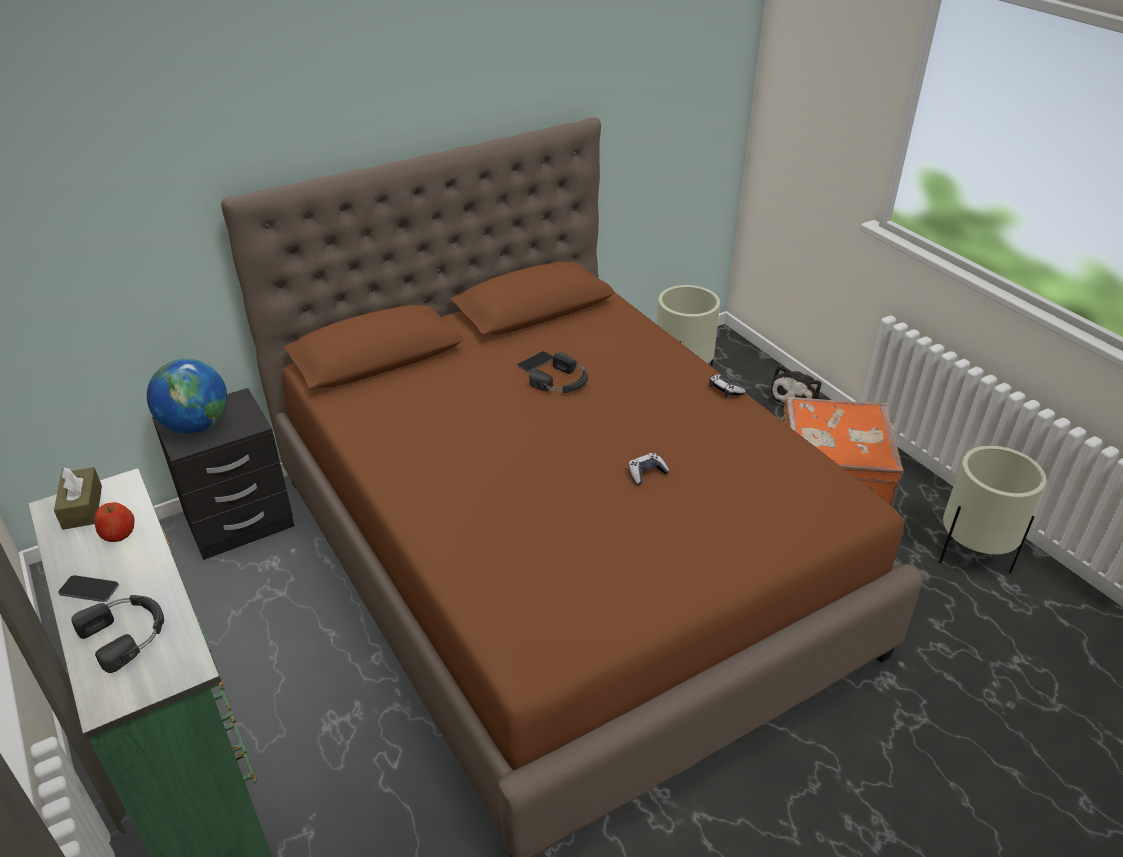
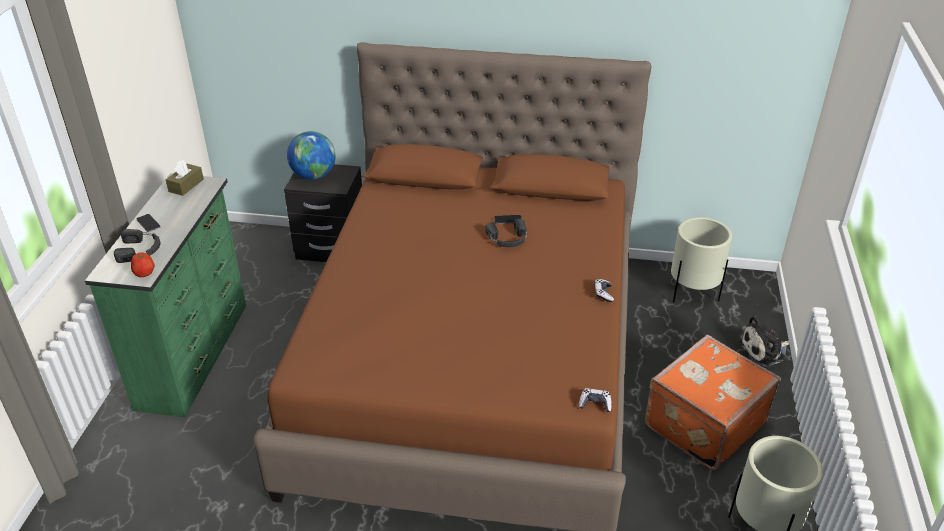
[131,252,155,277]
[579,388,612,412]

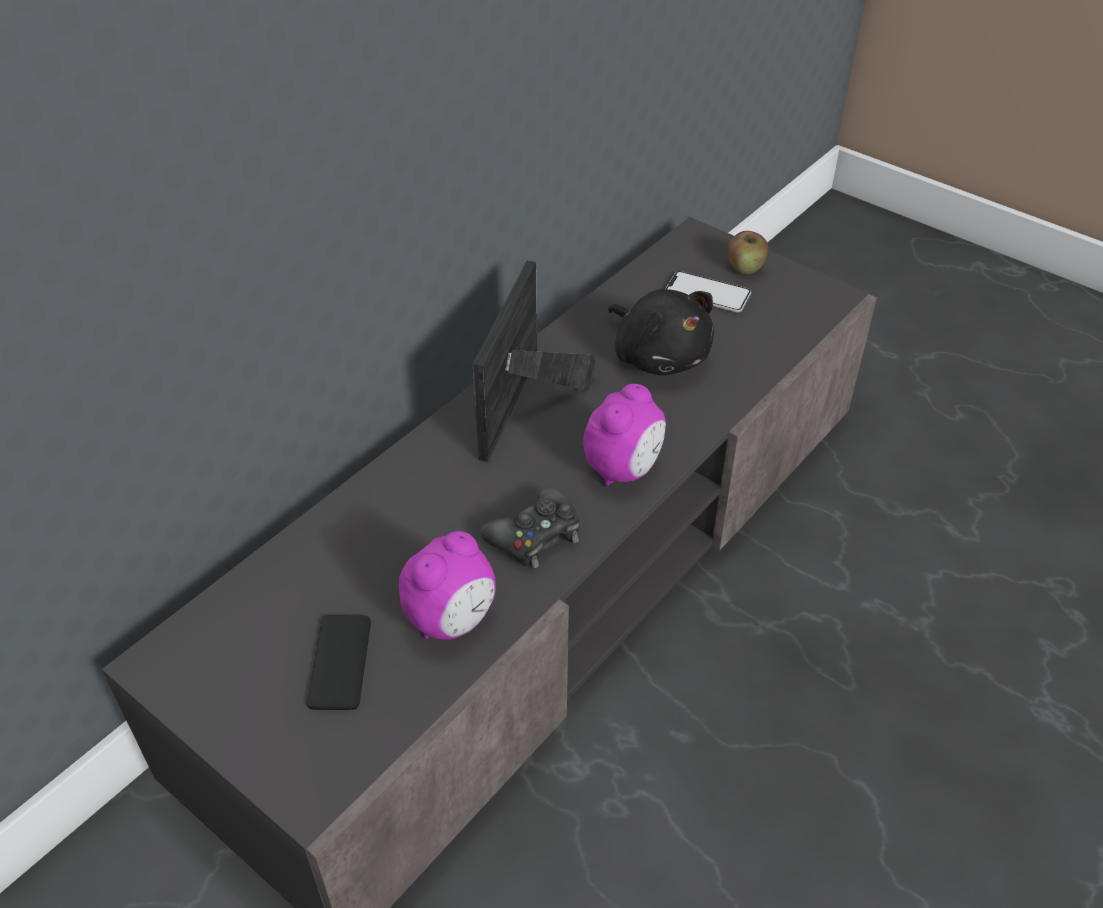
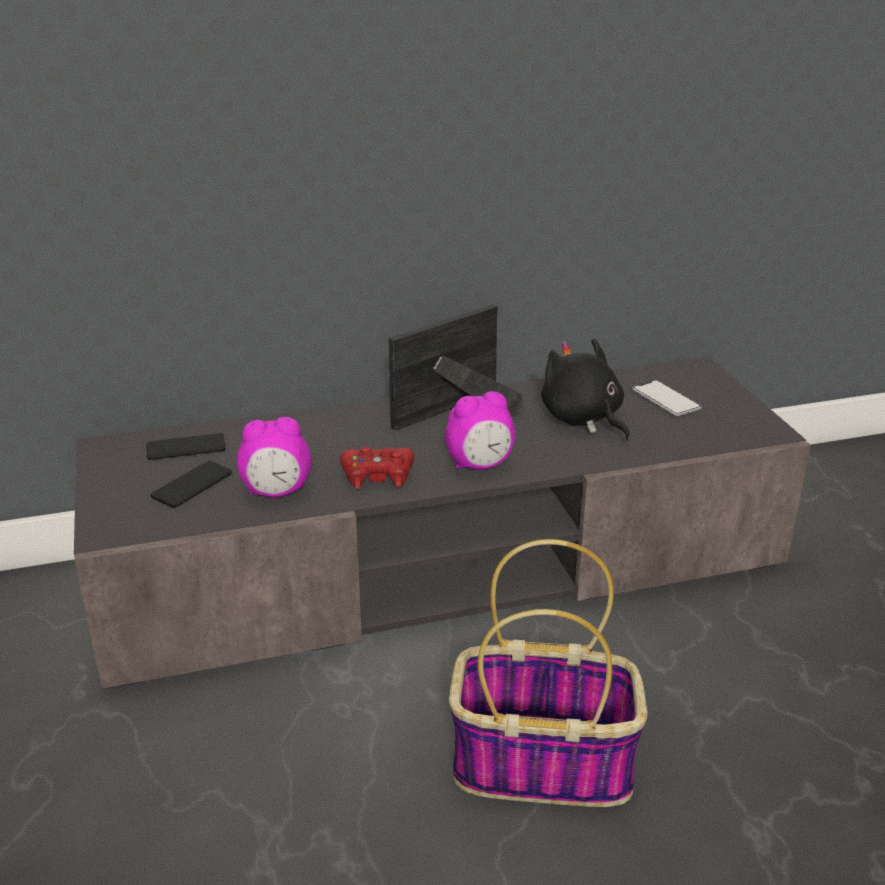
[728,231,769,274] (first image)
[147,433,225,460]
[449,539,647,807]
[340,447,414,489]
[541,338,630,441]

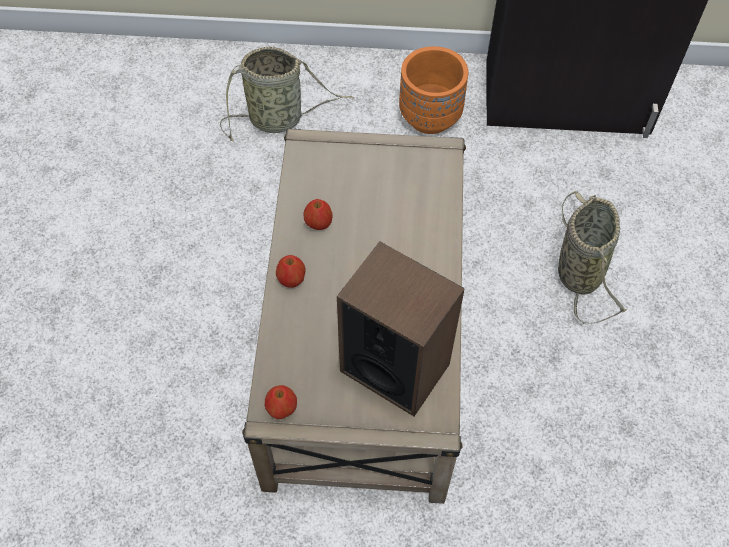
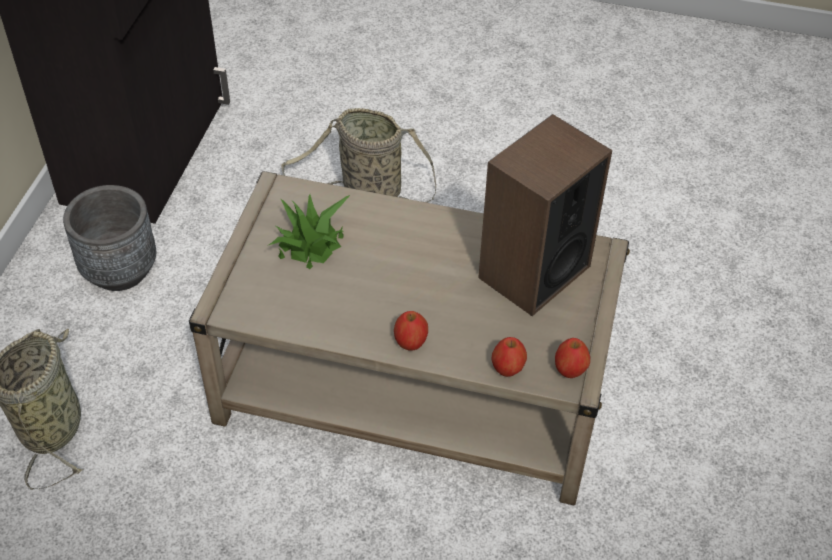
[267,195,350,269]
[492,337,527,377]
[63,185,156,291]

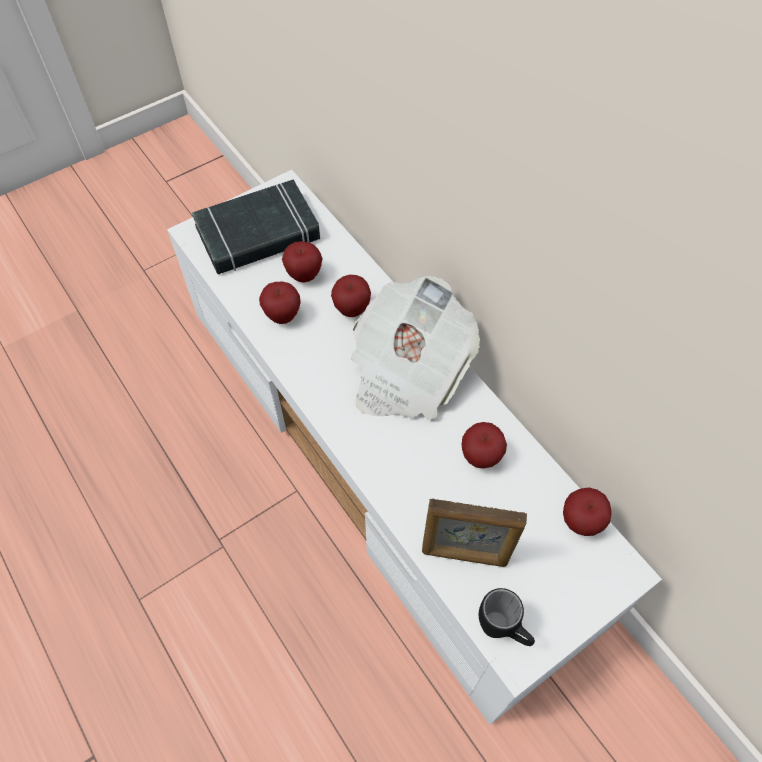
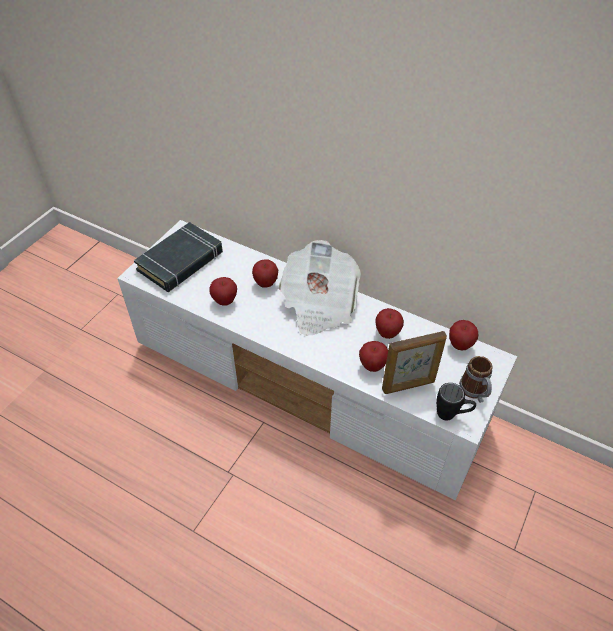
[459,356,493,403]
[359,341,388,372]

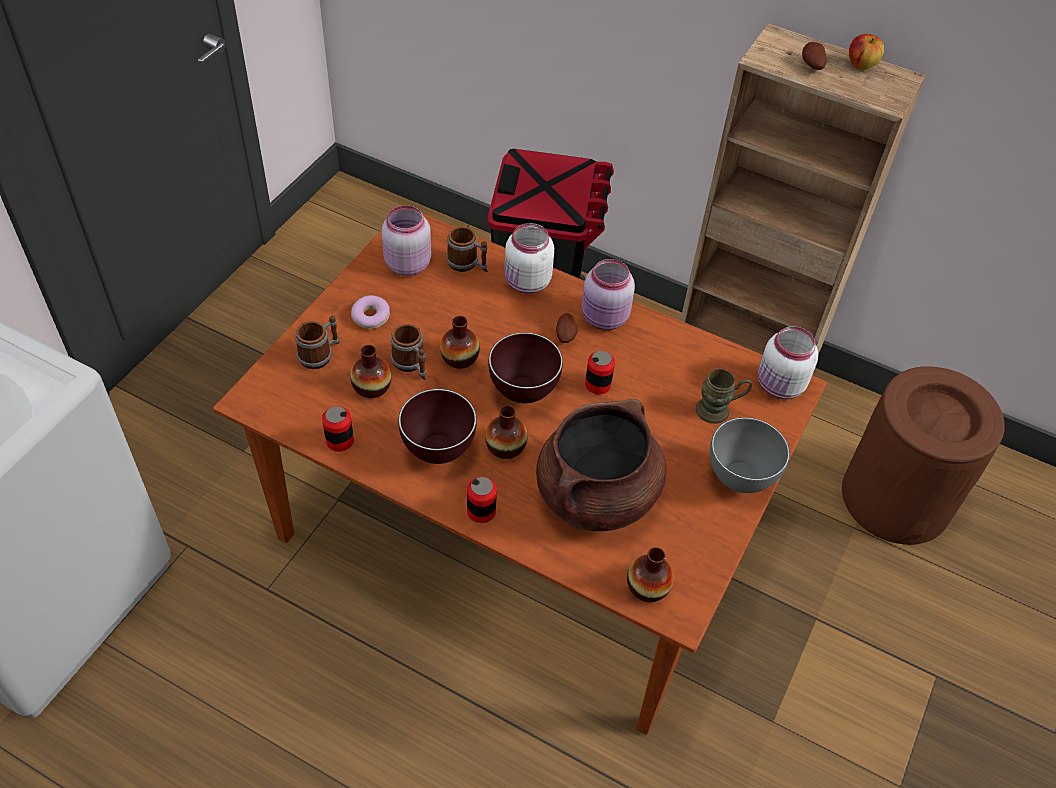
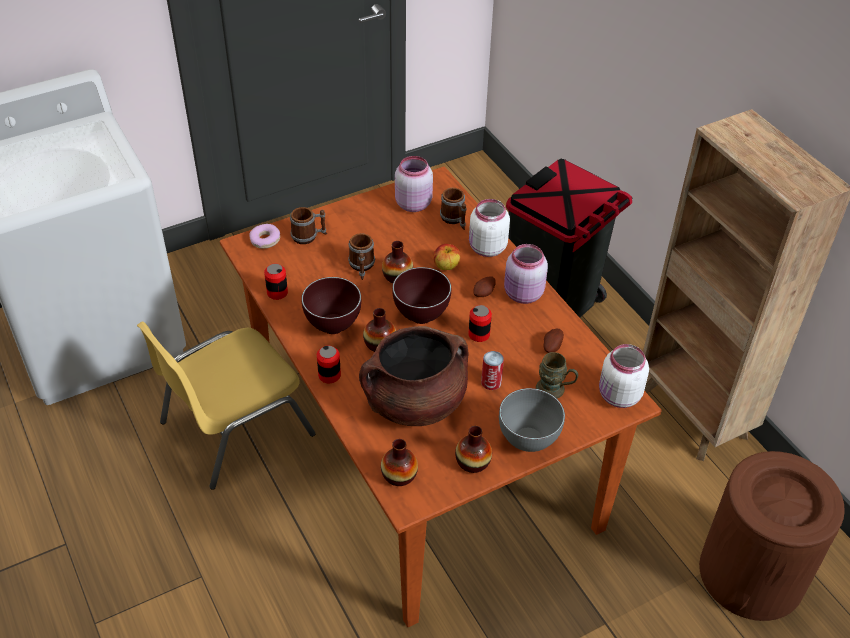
[137,322,316,490]
[481,351,504,390]
[455,426,492,473]
[249,224,280,249]
[544,329,564,353]
[433,244,460,270]

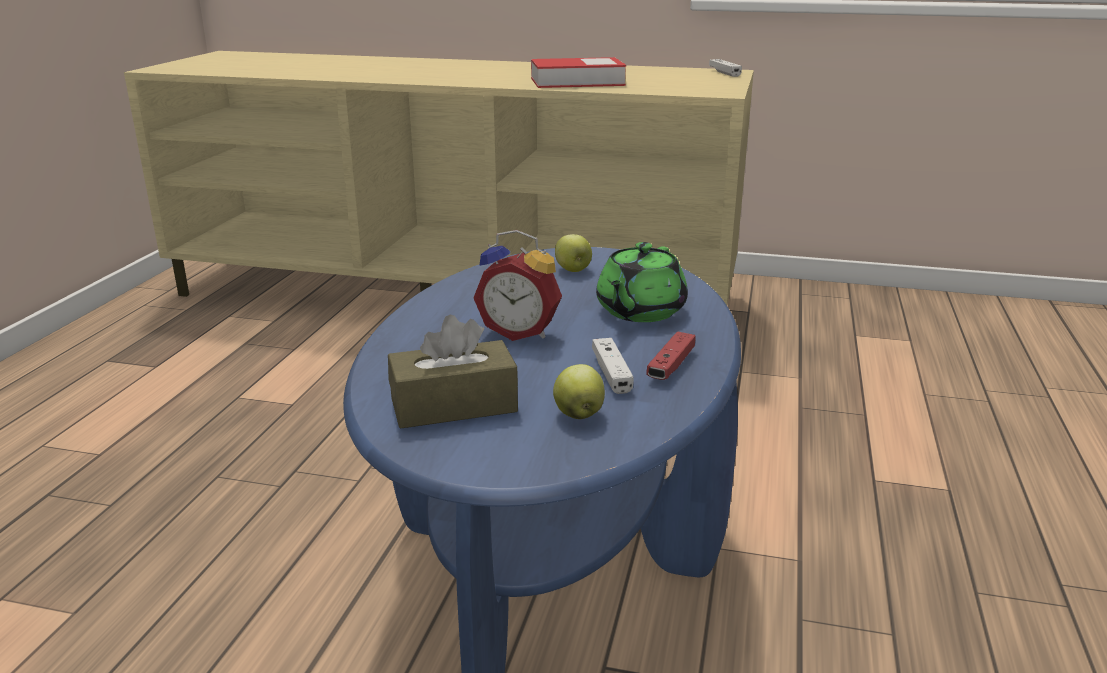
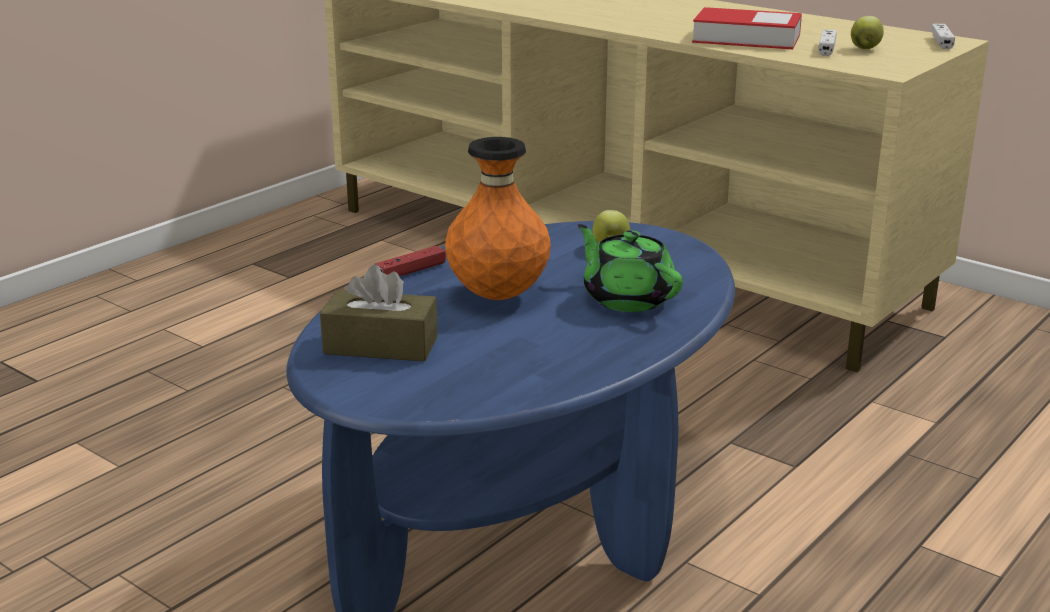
[851,16,884,49]
[818,29,837,56]
[374,246,446,276]
[445,137,551,300]
[578,224,683,312]

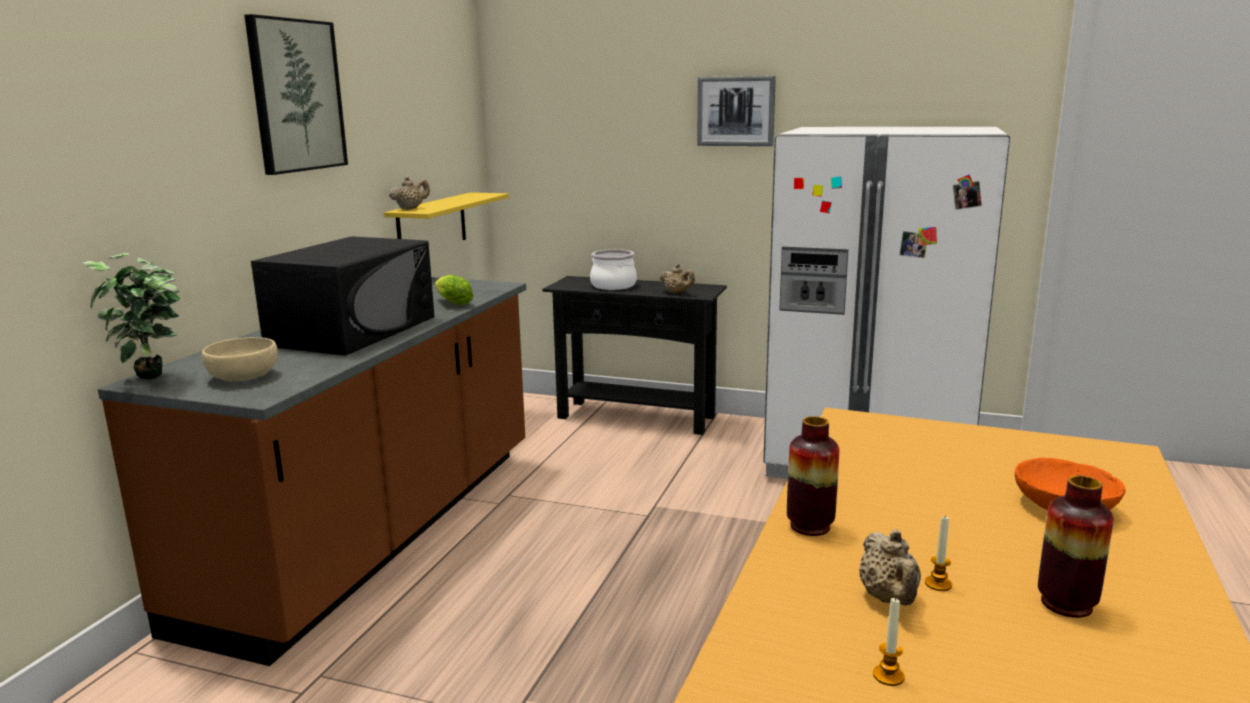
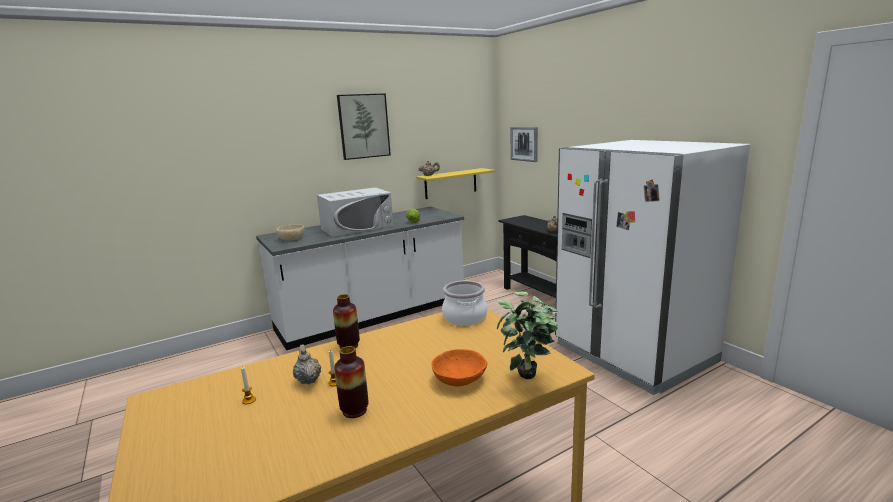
[497,292,558,379]
[442,281,487,326]
[510,127,538,162]
[256,207,464,350]
[317,187,393,237]
[293,344,321,384]

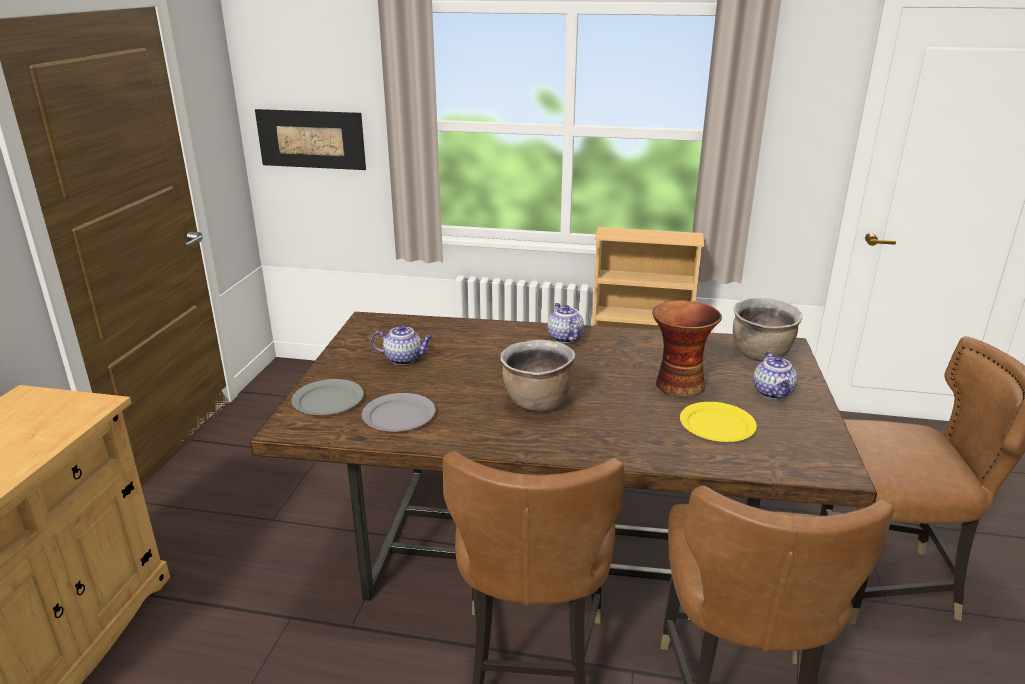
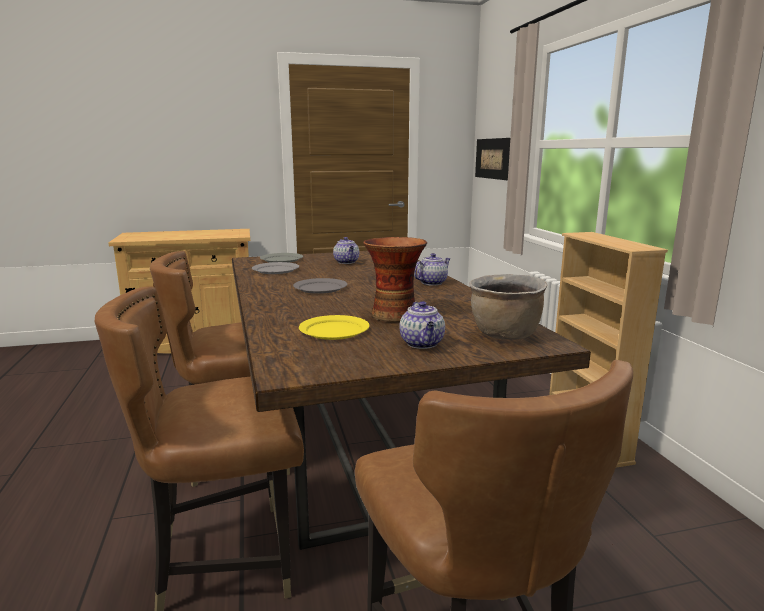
[293,278,347,294]
[399,301,445,349]

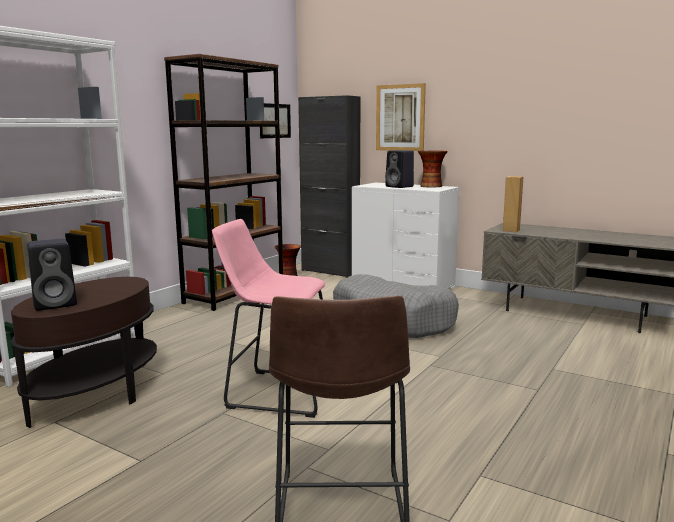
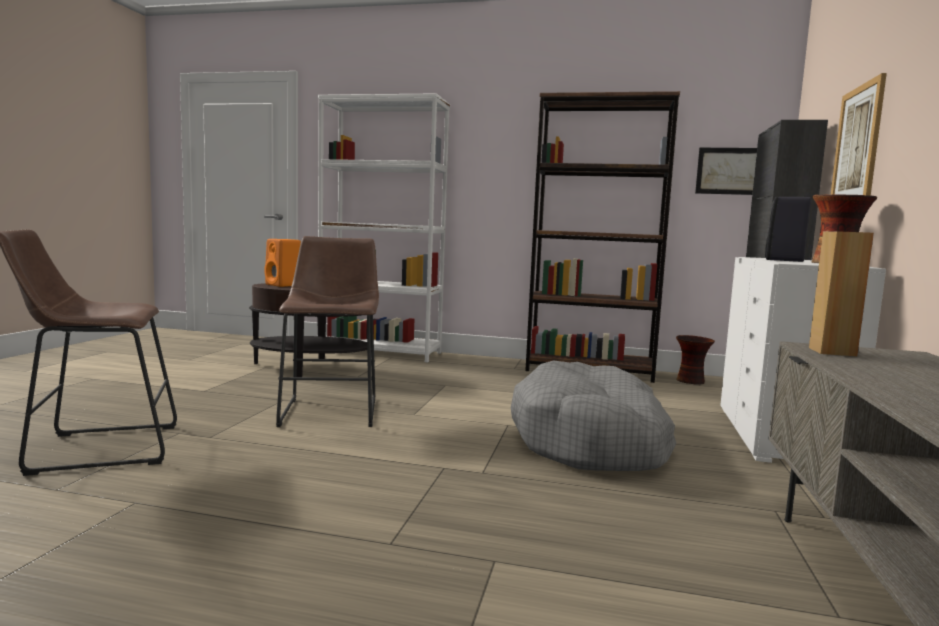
[264,239,301,287]
[276,236,379,427]

